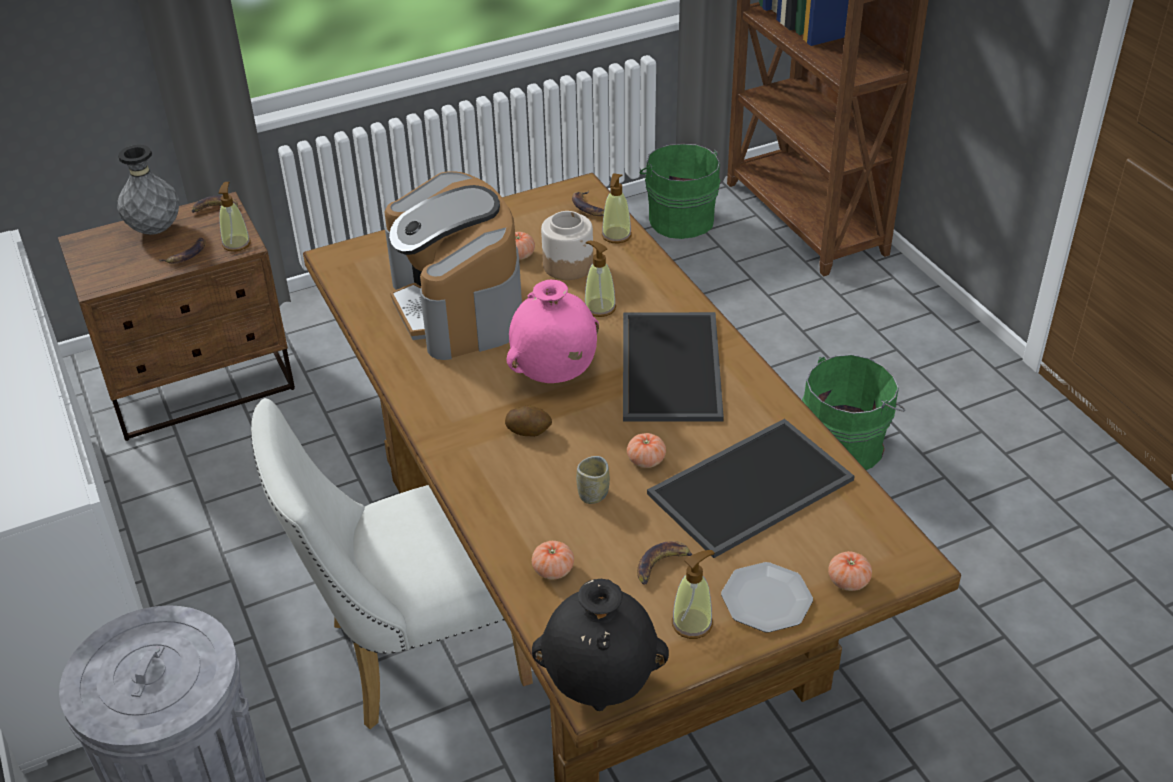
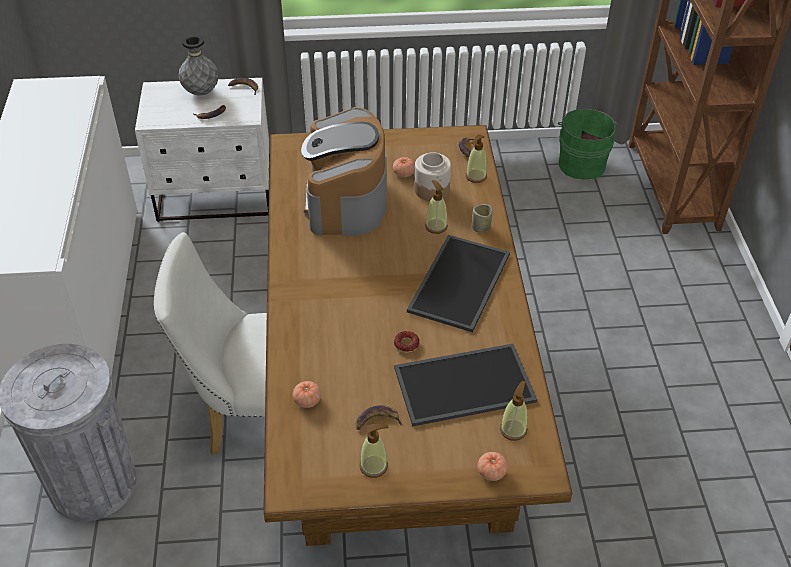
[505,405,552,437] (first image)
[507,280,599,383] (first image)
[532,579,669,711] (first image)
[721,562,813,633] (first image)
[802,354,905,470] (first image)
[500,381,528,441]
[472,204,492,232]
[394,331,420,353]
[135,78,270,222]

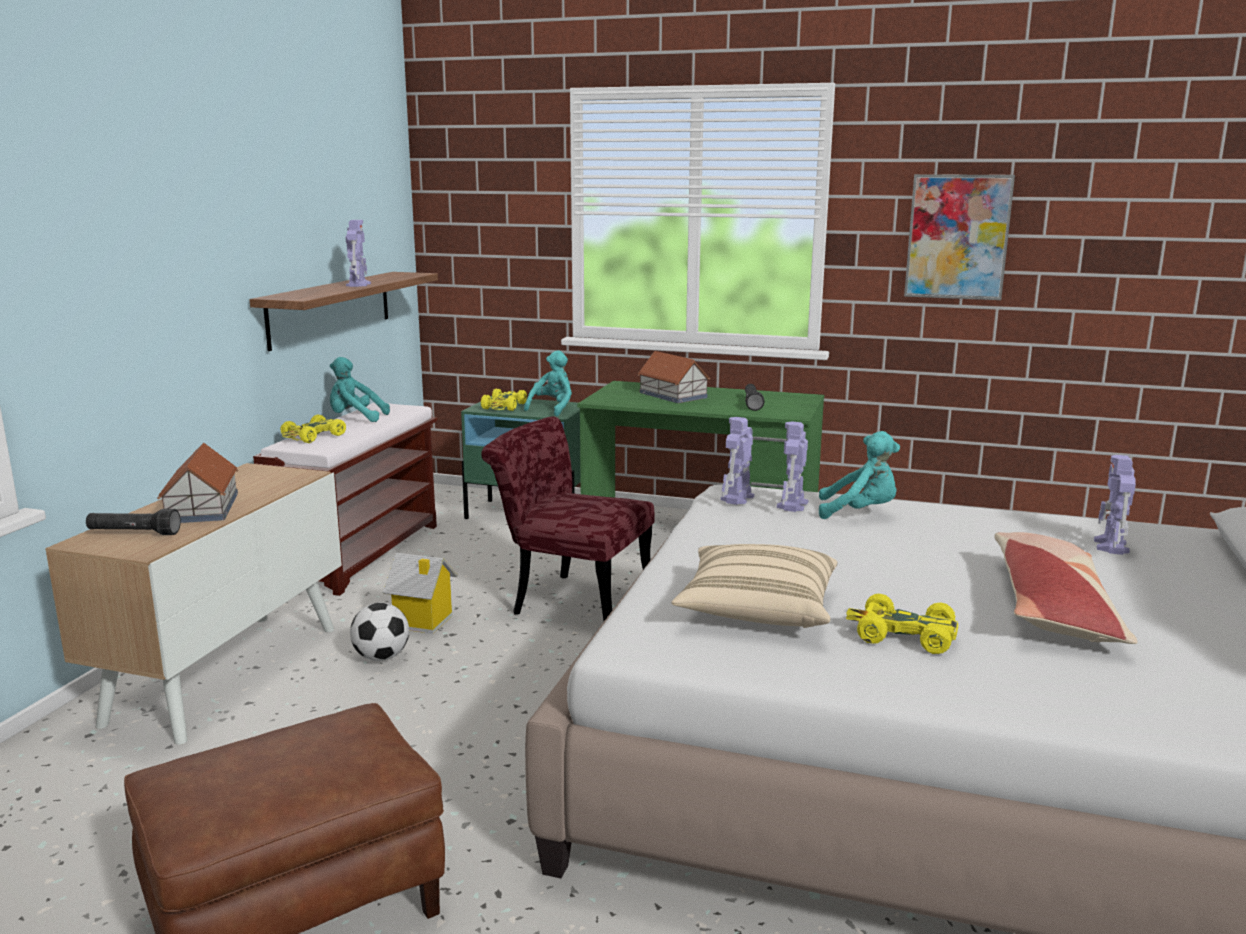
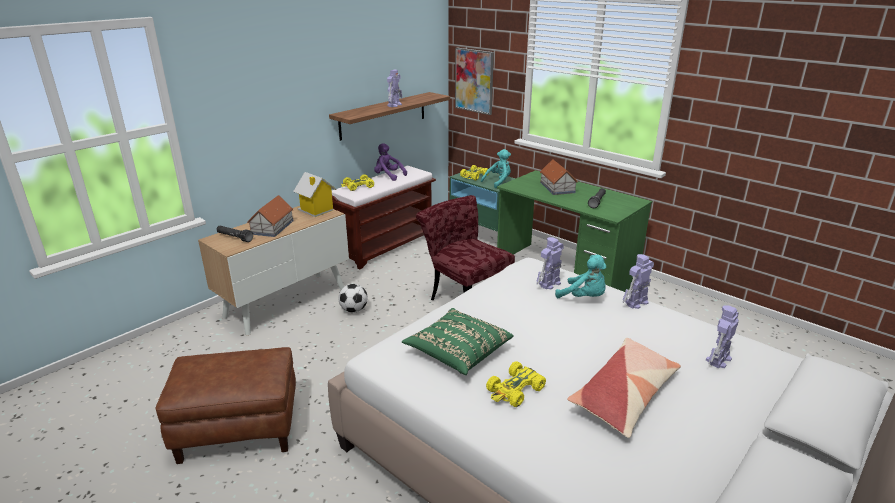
[293,172,337,217]
[622,254,654,309]
[455,48,494,115]
[374,143,407,181]
[402,308,514,375]
[486,361,546,407]

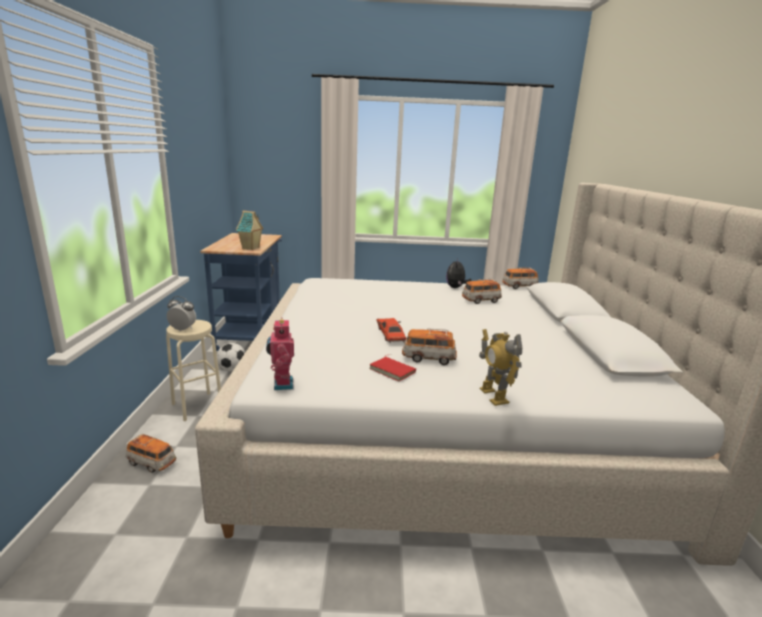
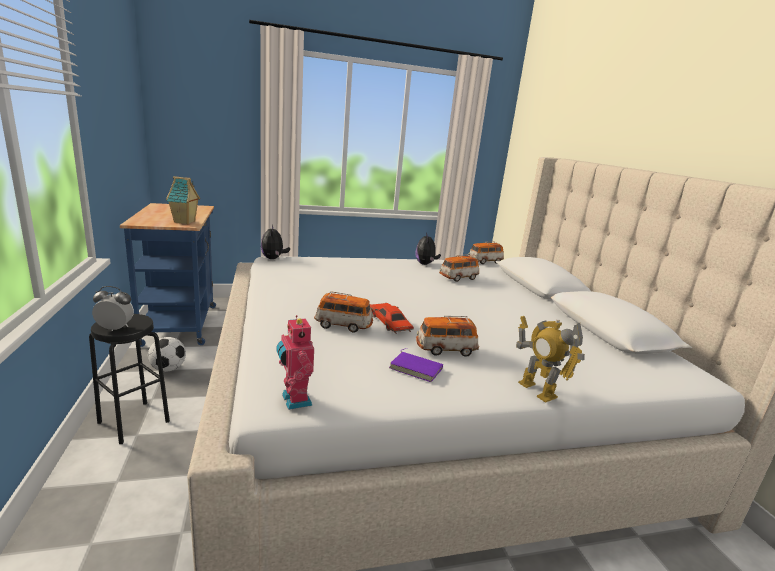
[261,225,290,259]
[314,291,373,333]
[89,314,170,444]
[389,348,443,382]

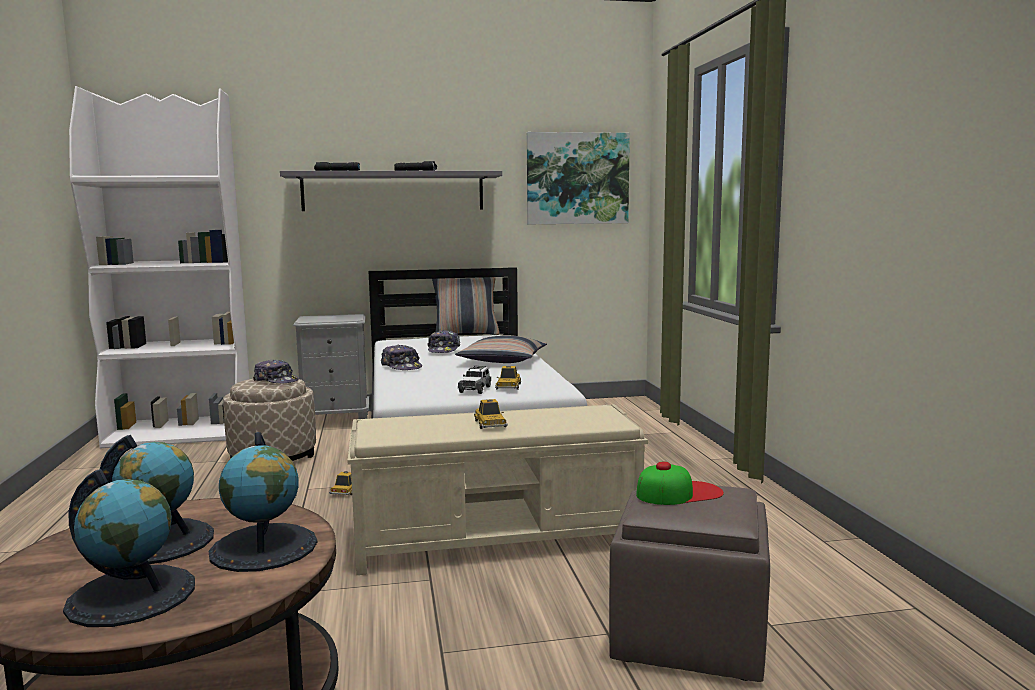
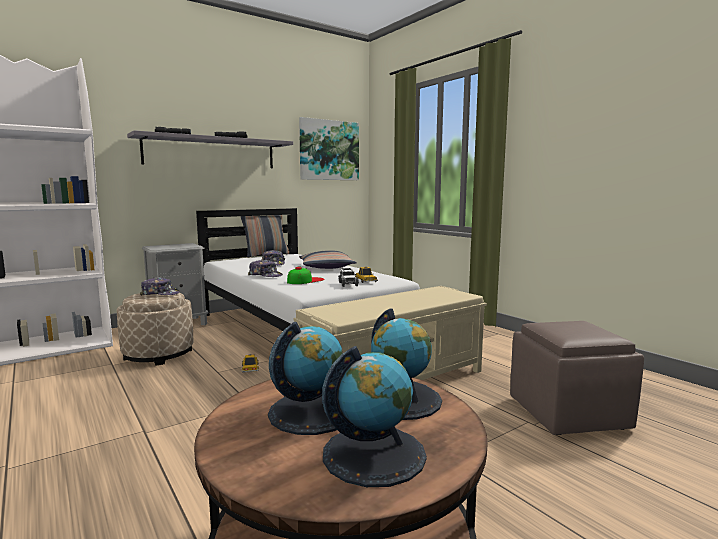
[474,399,508,429] (first image)
[287,267,325,284]

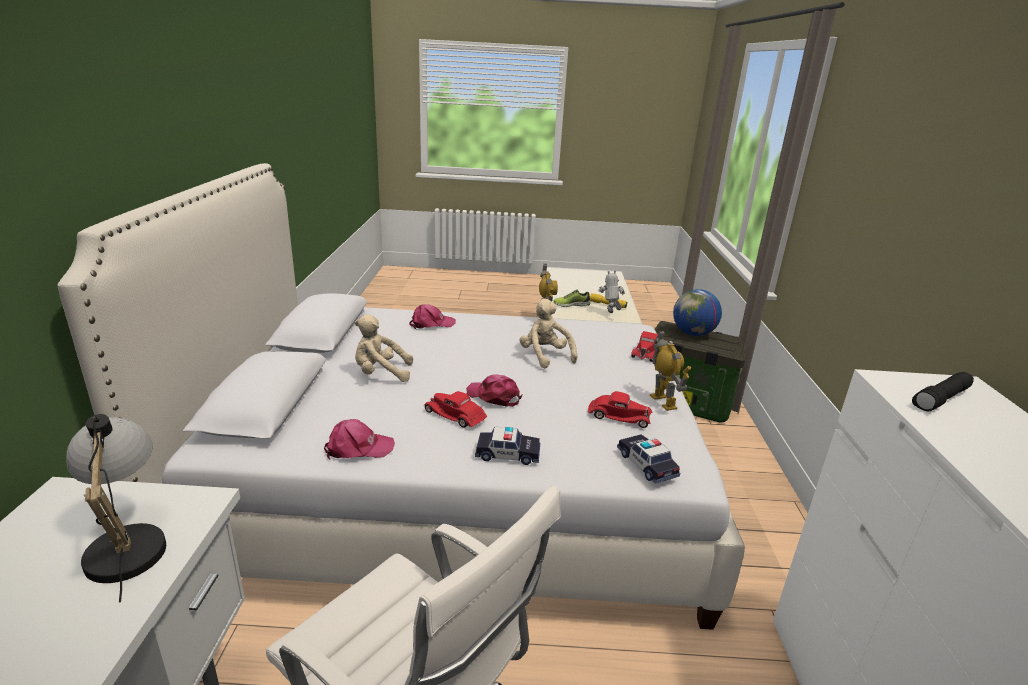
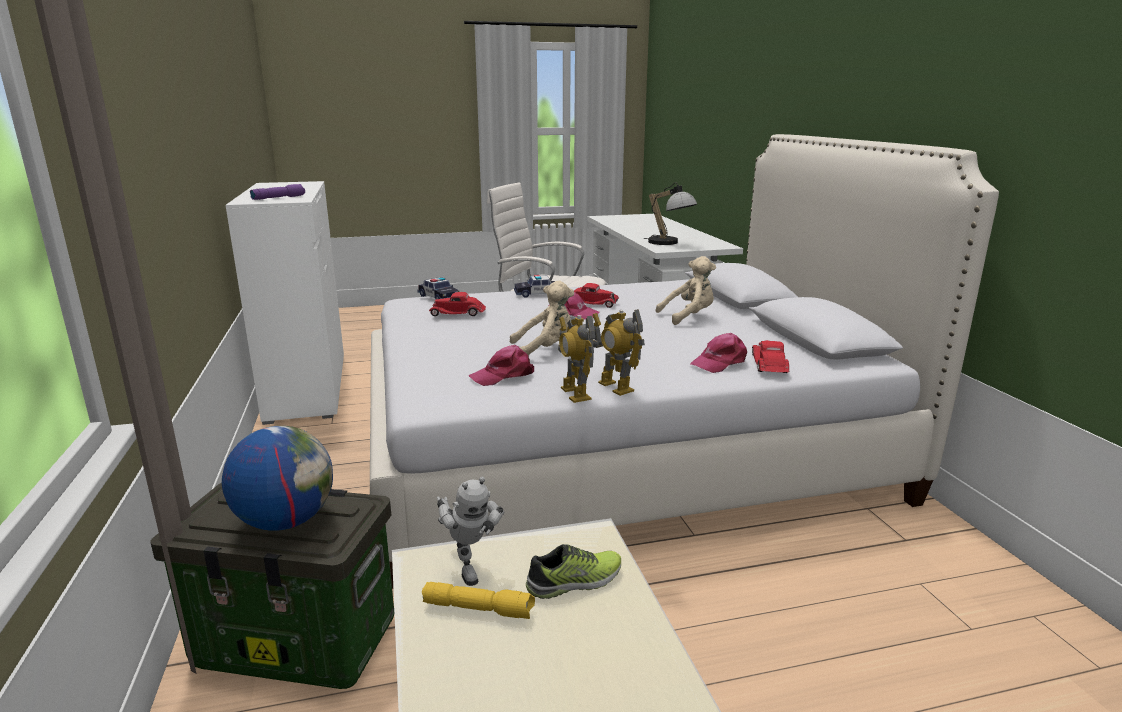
[468,345,534,386]
[752,340,790,373]
[593,309,645,396]
[250,184,305,200]
[510,281,574,356]

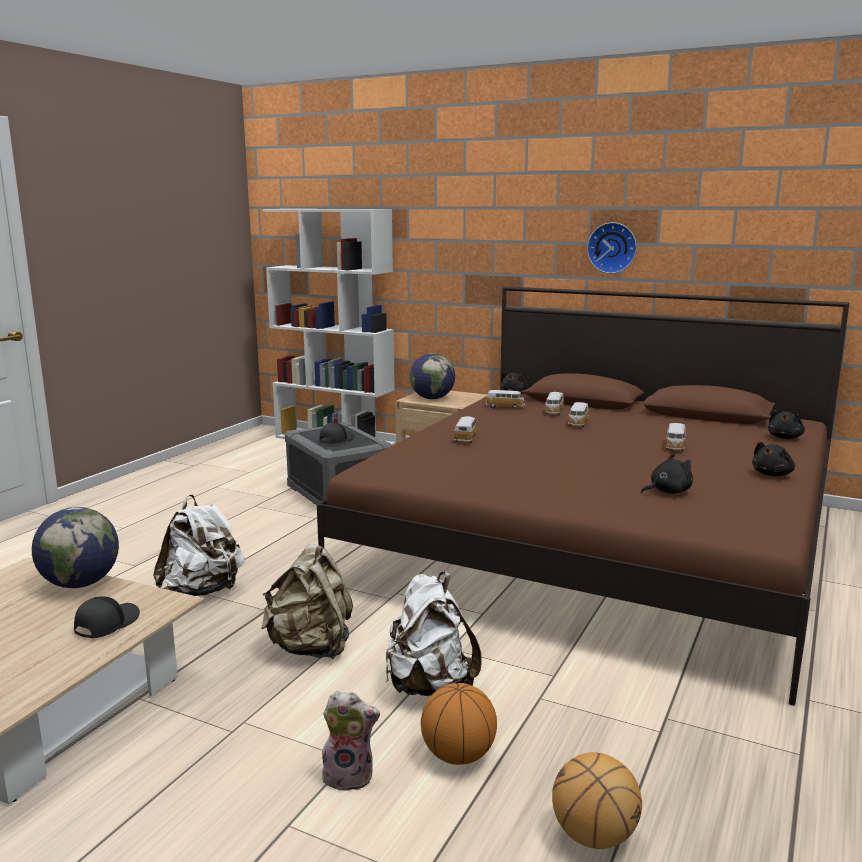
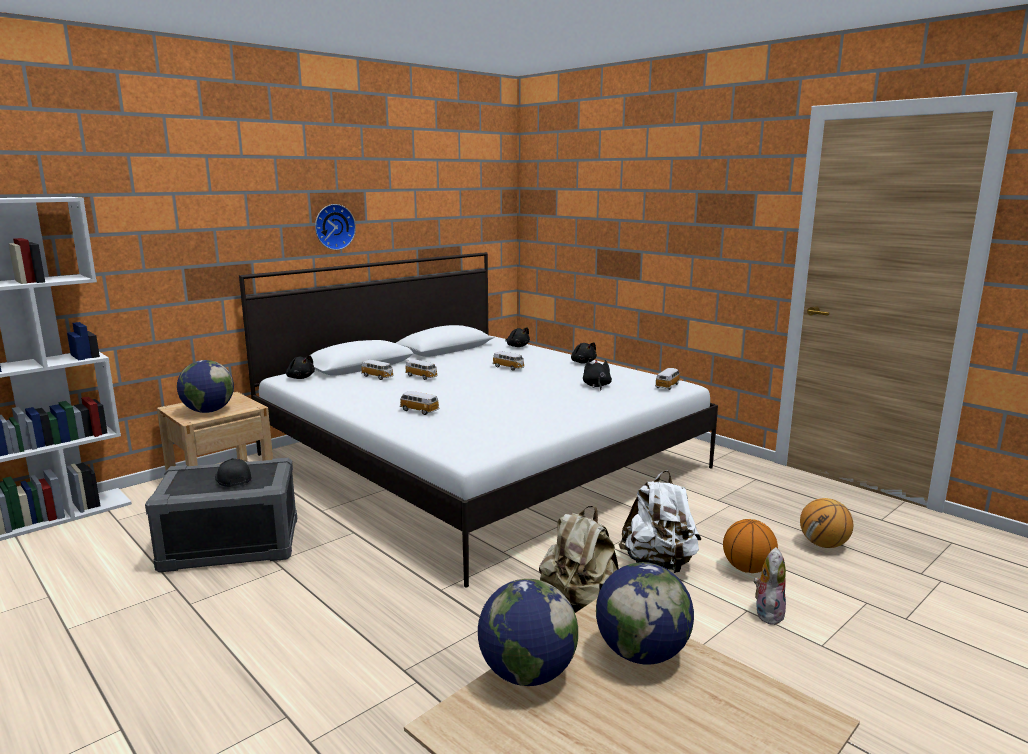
[153,494,245,596] (first image)
[655,368,681,390]
[596,562,694,665]
[239,252,718,587]

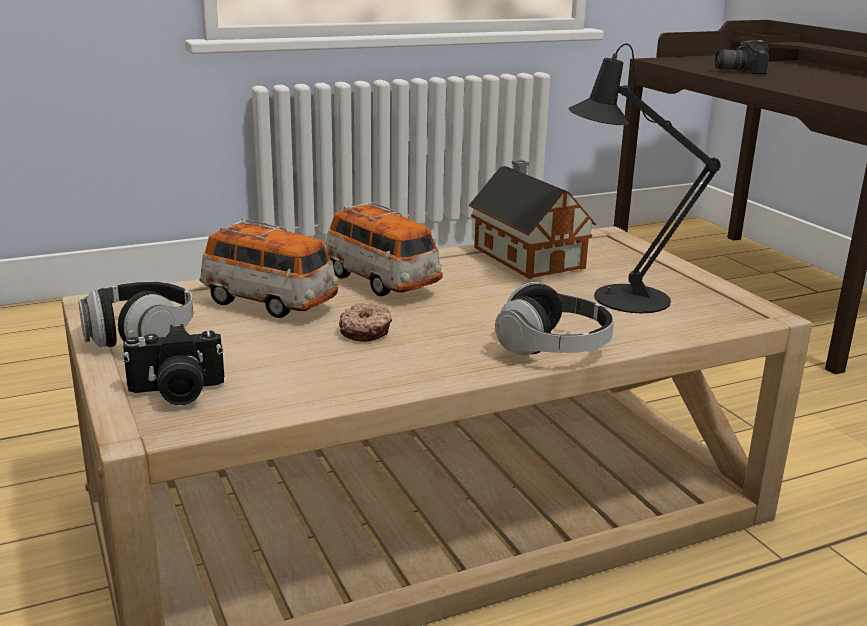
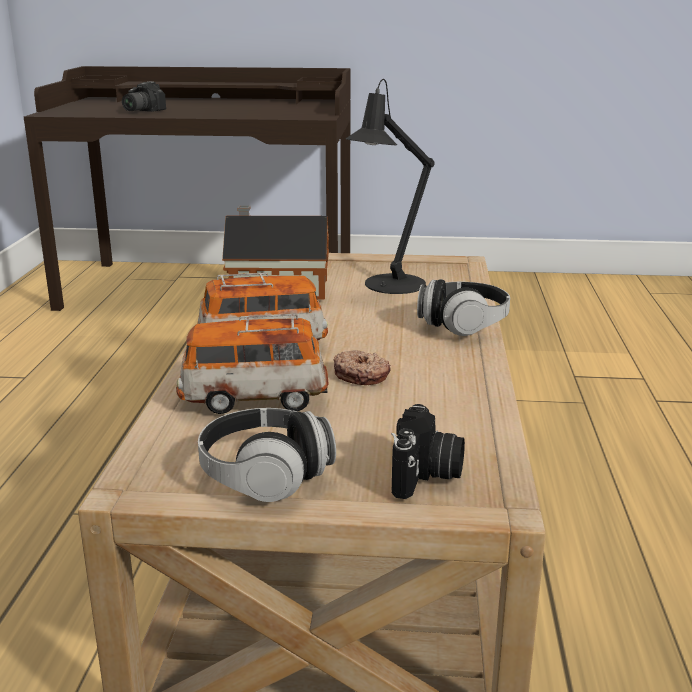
[176,313,328,414]

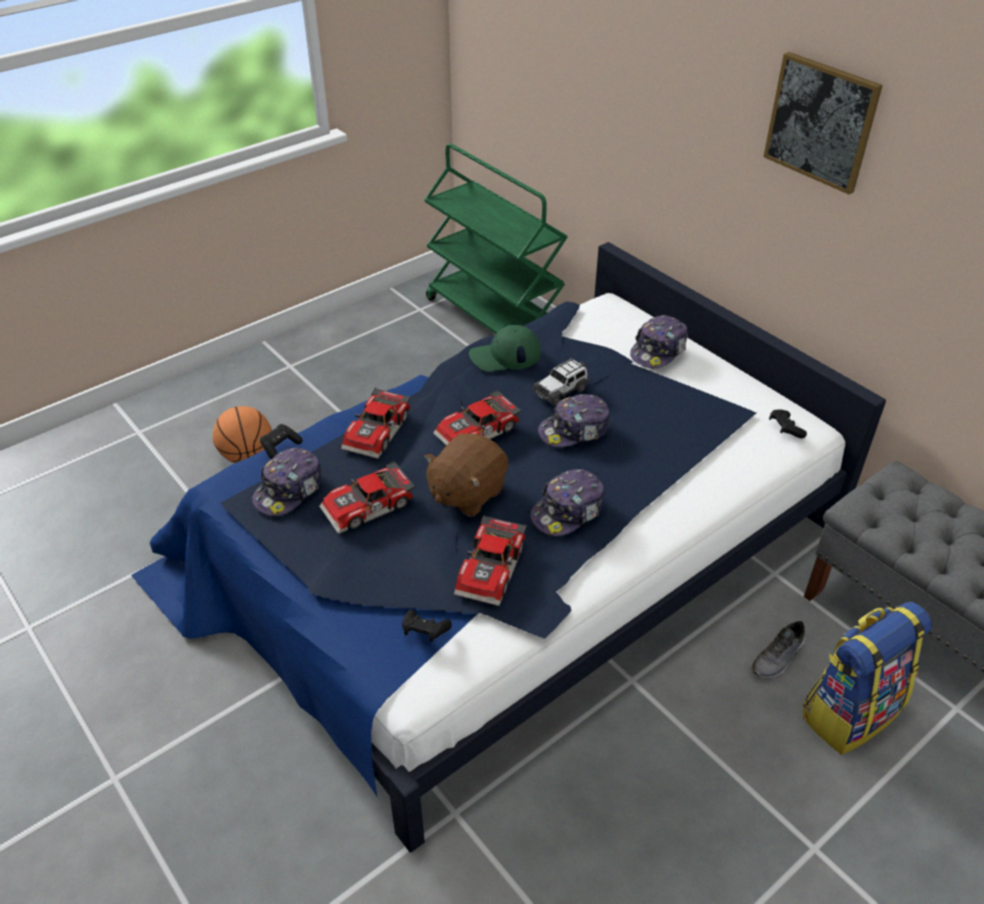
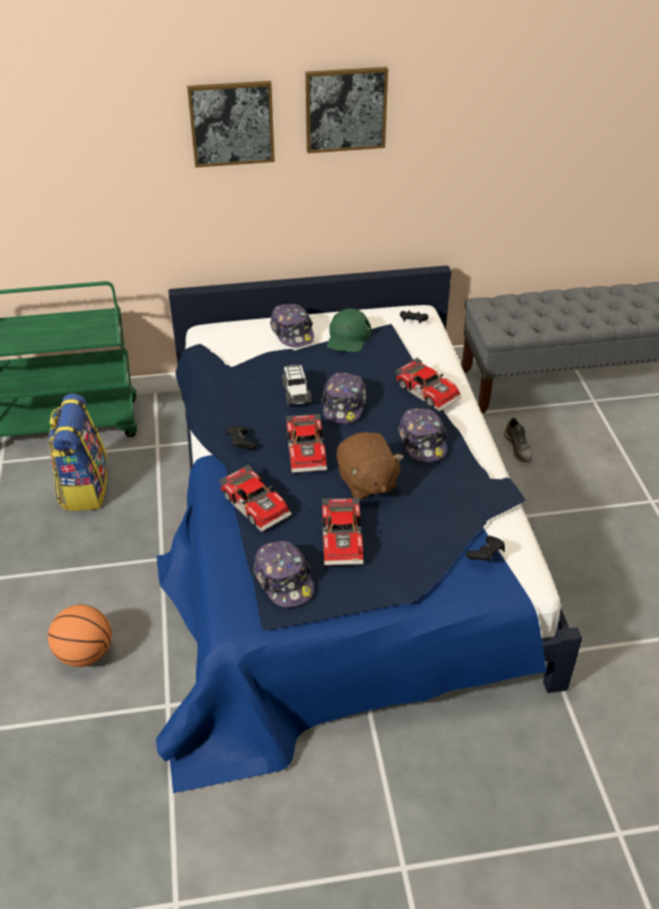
[187,81,275,167]
[226,426,257,451]
[395,358,462,411]
[327,308,371,352]
[48,394,107,511]

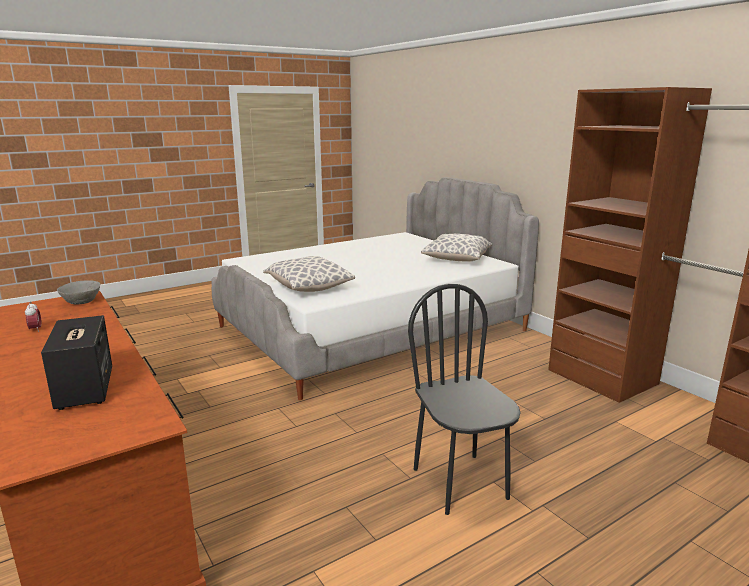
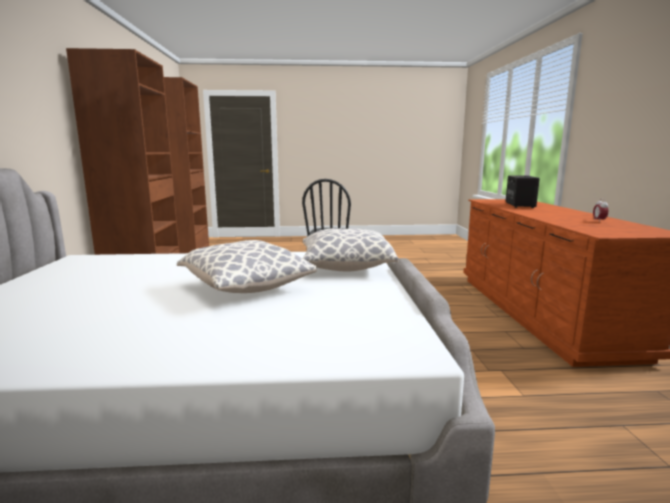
[57,281,100,305] (first image)
[177,240,317,293]

